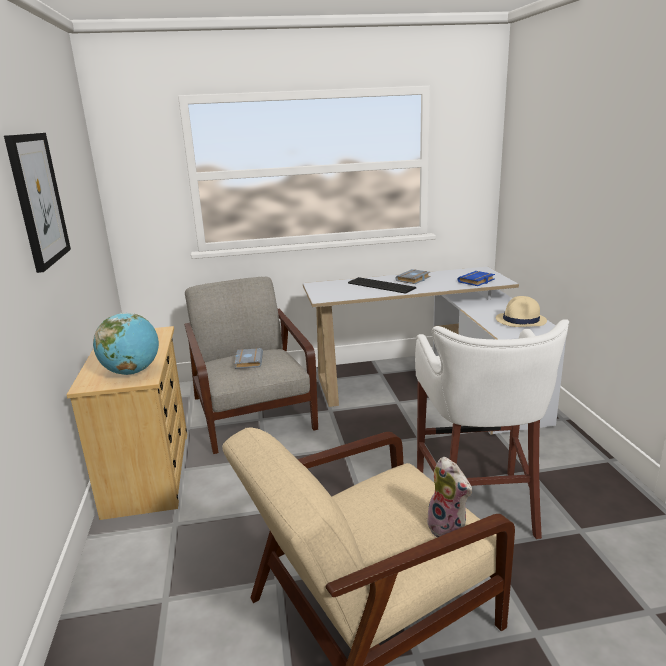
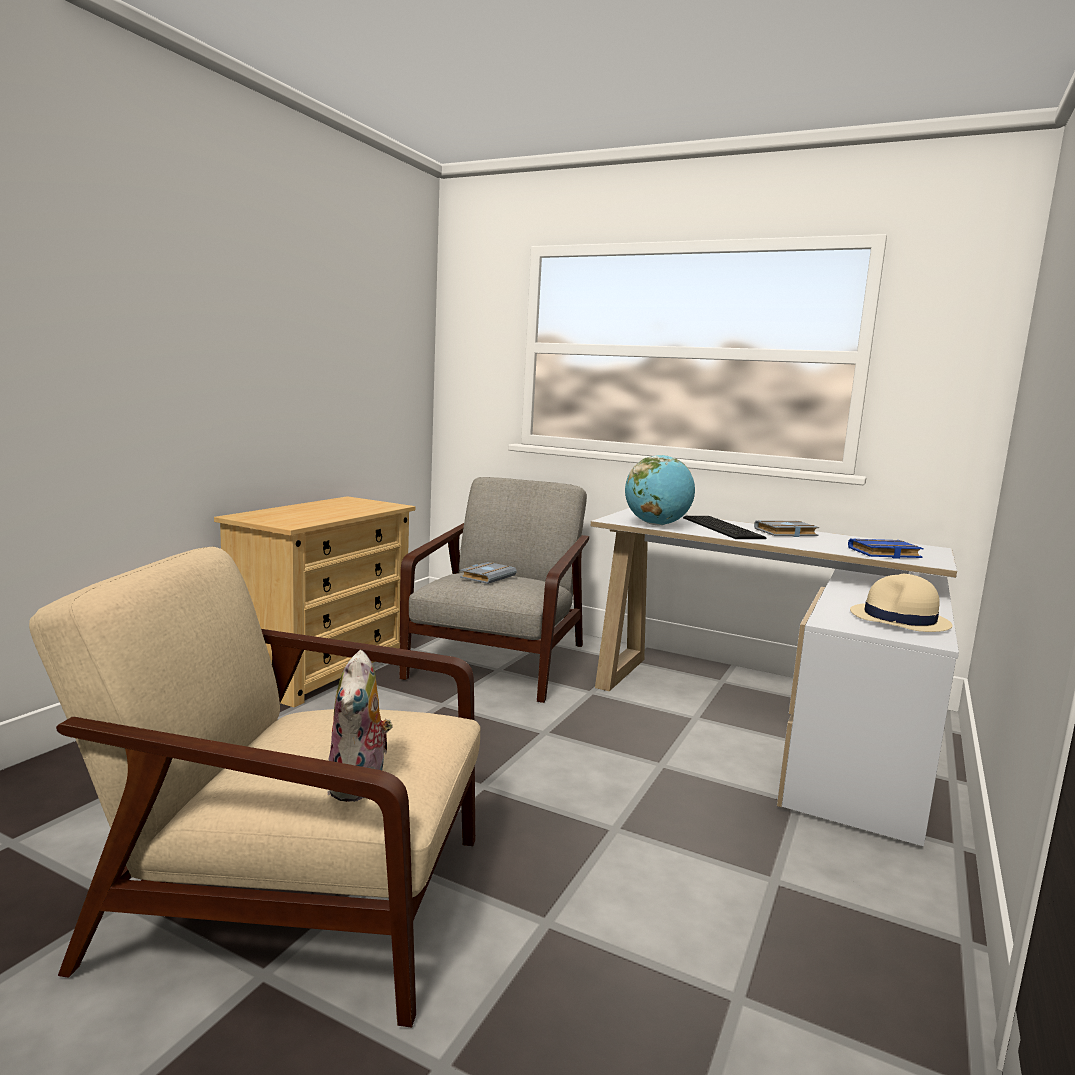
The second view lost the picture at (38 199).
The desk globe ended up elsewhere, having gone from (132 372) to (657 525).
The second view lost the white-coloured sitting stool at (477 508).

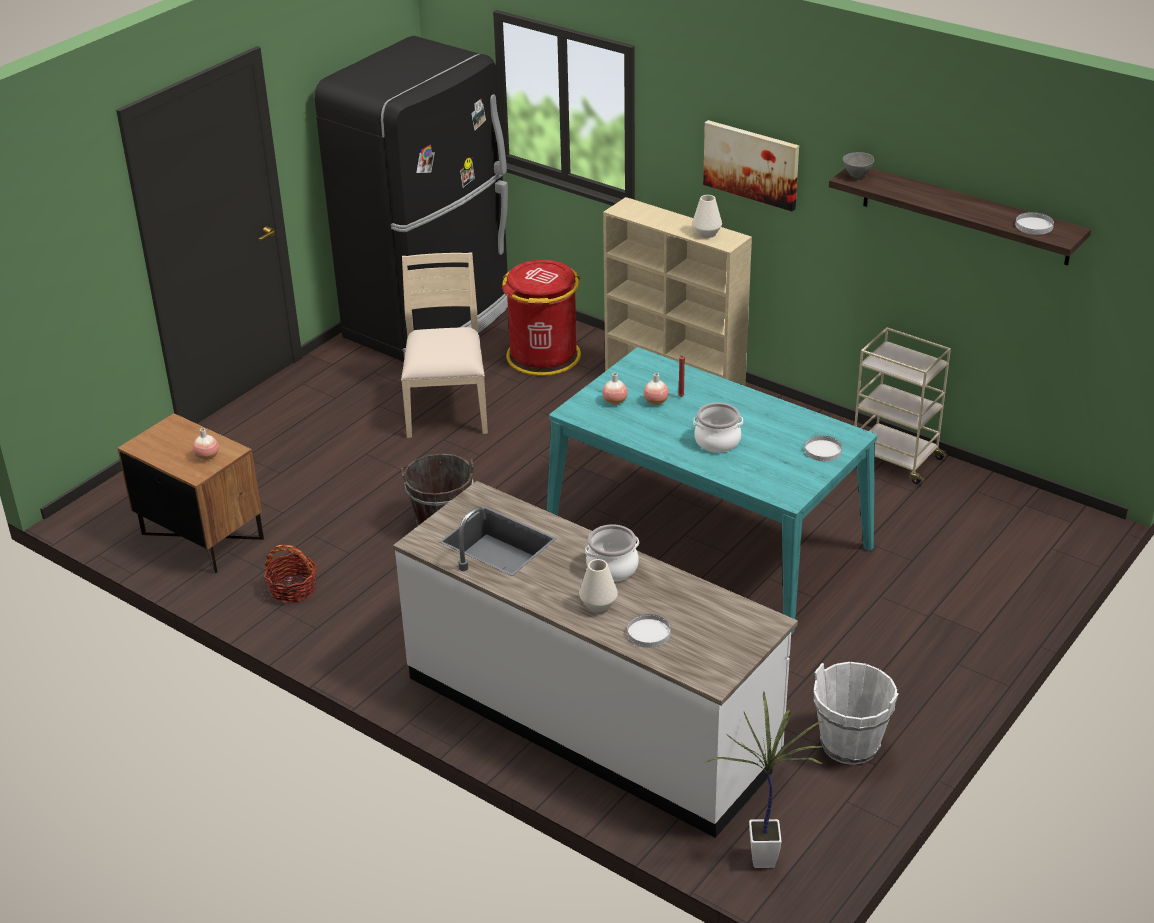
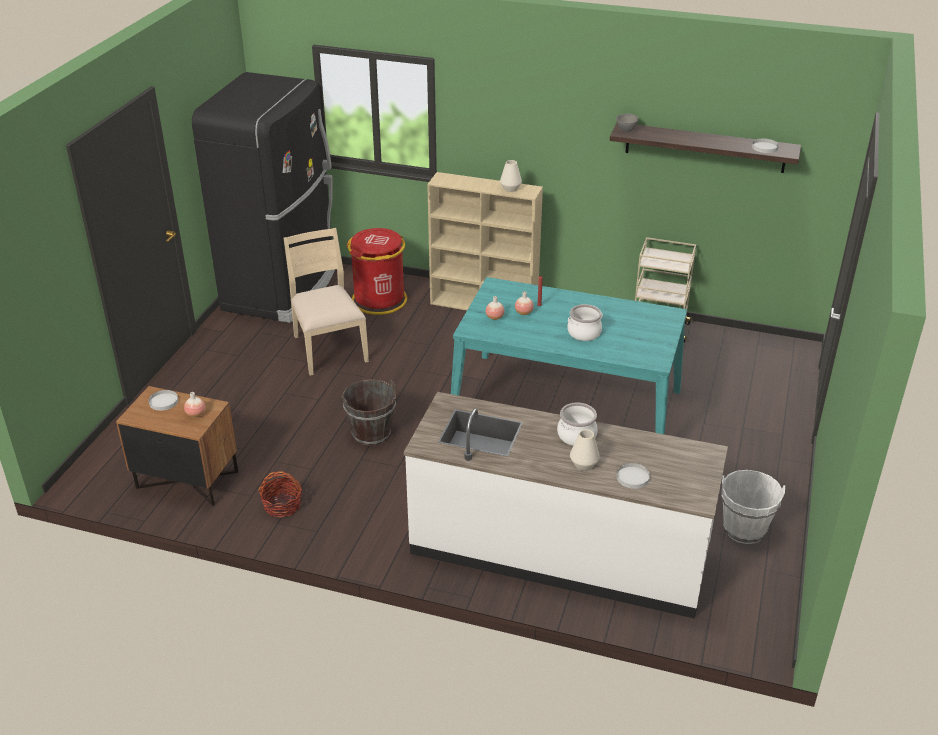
The second view lost the picture at (751 164).
The second view lost the plant in a pot at (766 855).
The white-coloured plate ended up elsewhere, having gone from (822 450) to (163 401).

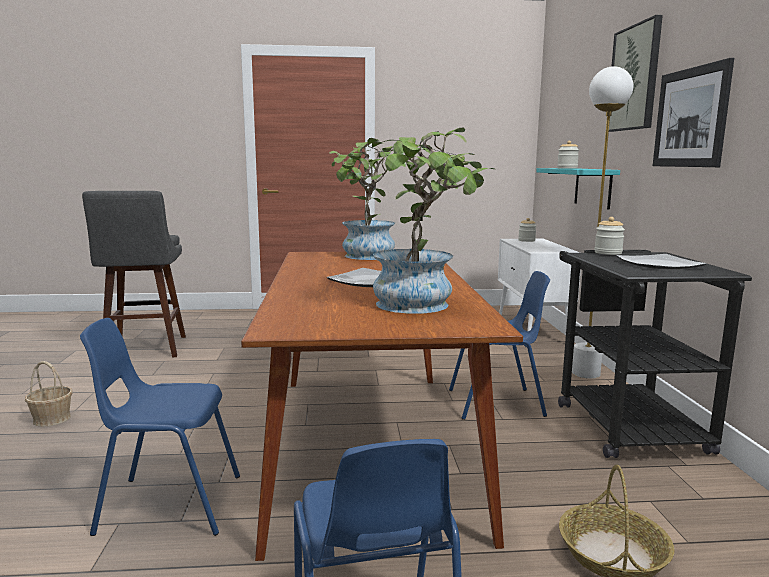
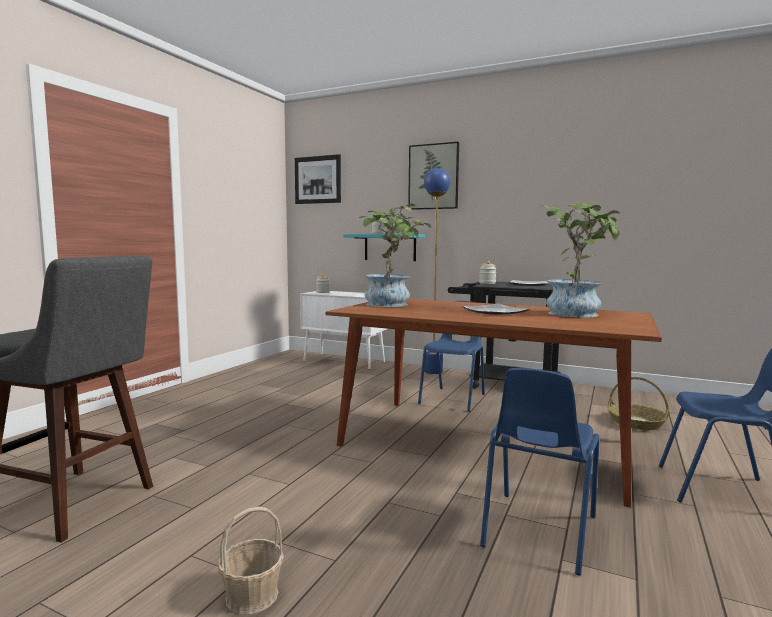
What was the white-coloured floor lamp at (586 373) turned into the blue-coloured floor lamp at (433 372).
The picture ended up elsewhere, having gone from (690 118) to (317 180).

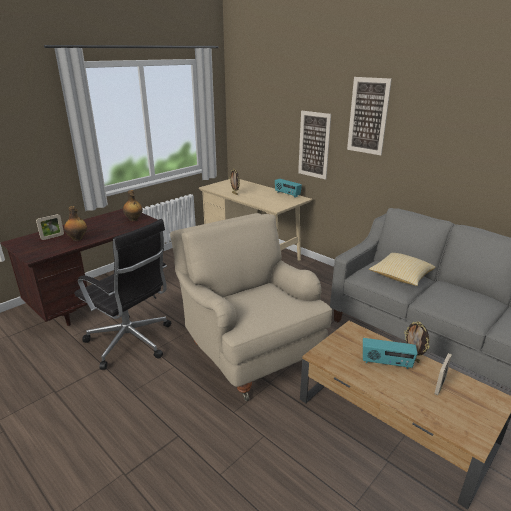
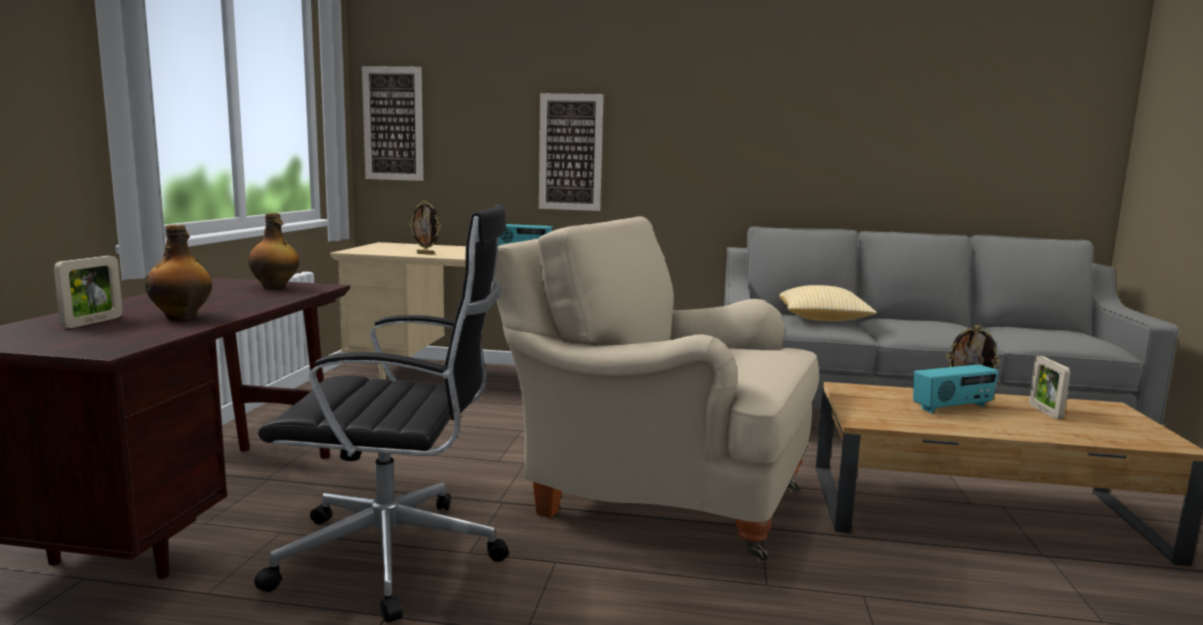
The picture ended up elsewhere, having gone from (368 116) to (393 124).

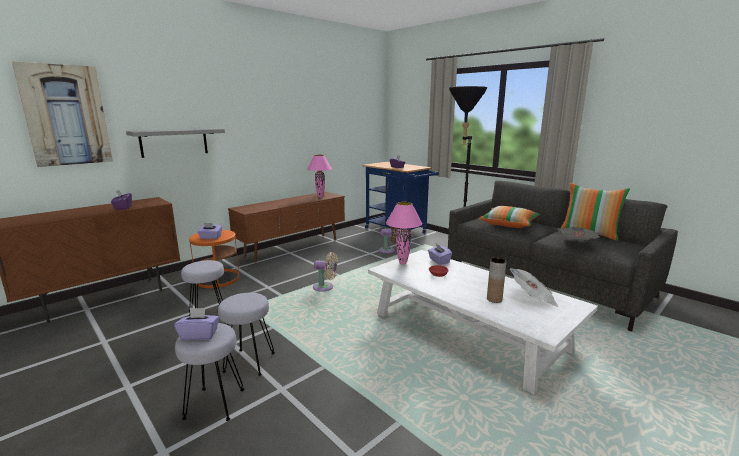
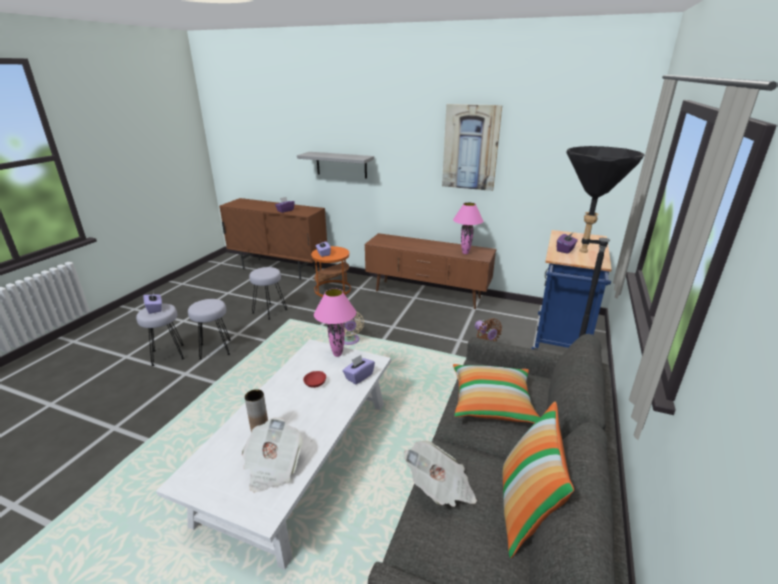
The picture ended up elsewhere, having gone from (66 115) to (470 147).

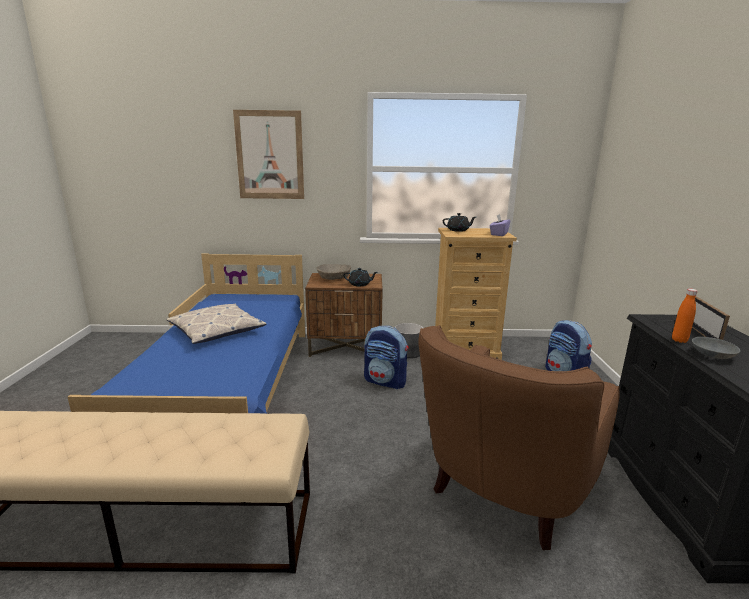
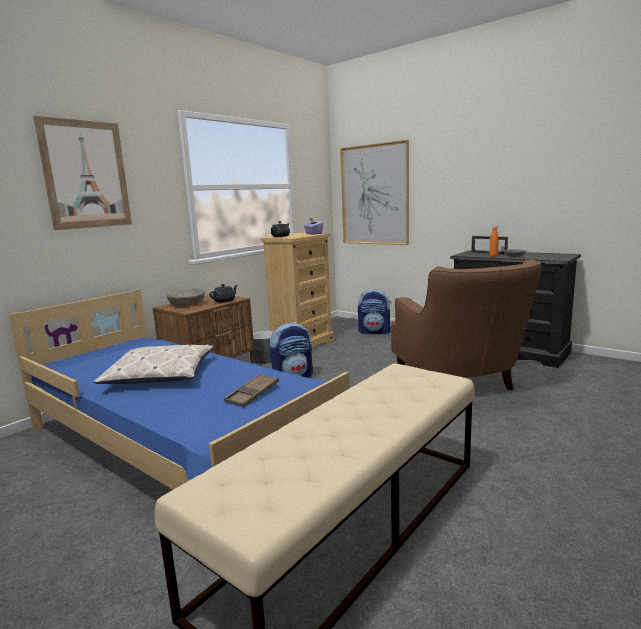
The second view gained the brown serving tray at (252 394).
The second view gained the picture at (374 195).

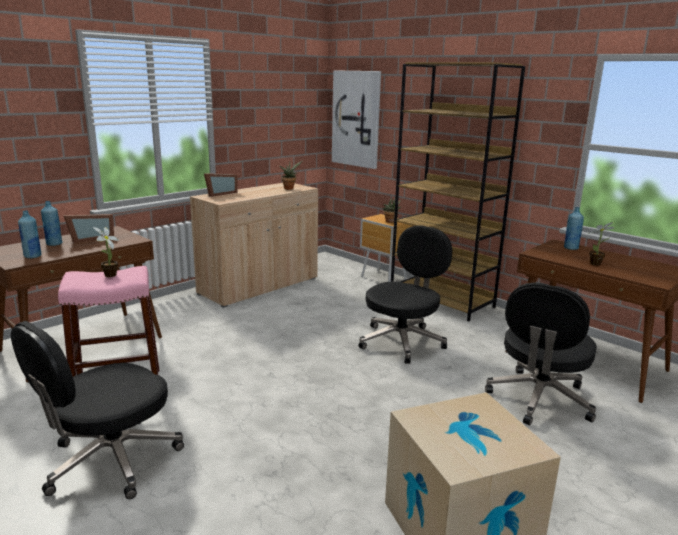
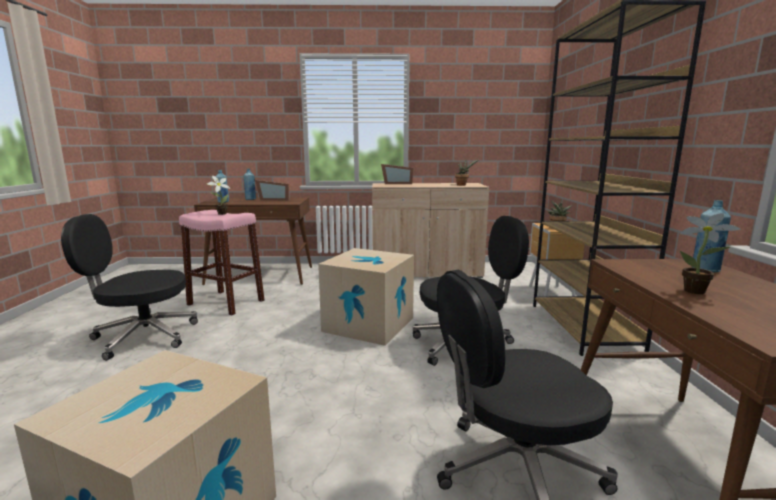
The second view lost the picture at (356 119).
The second view gained the carton at (368 324).

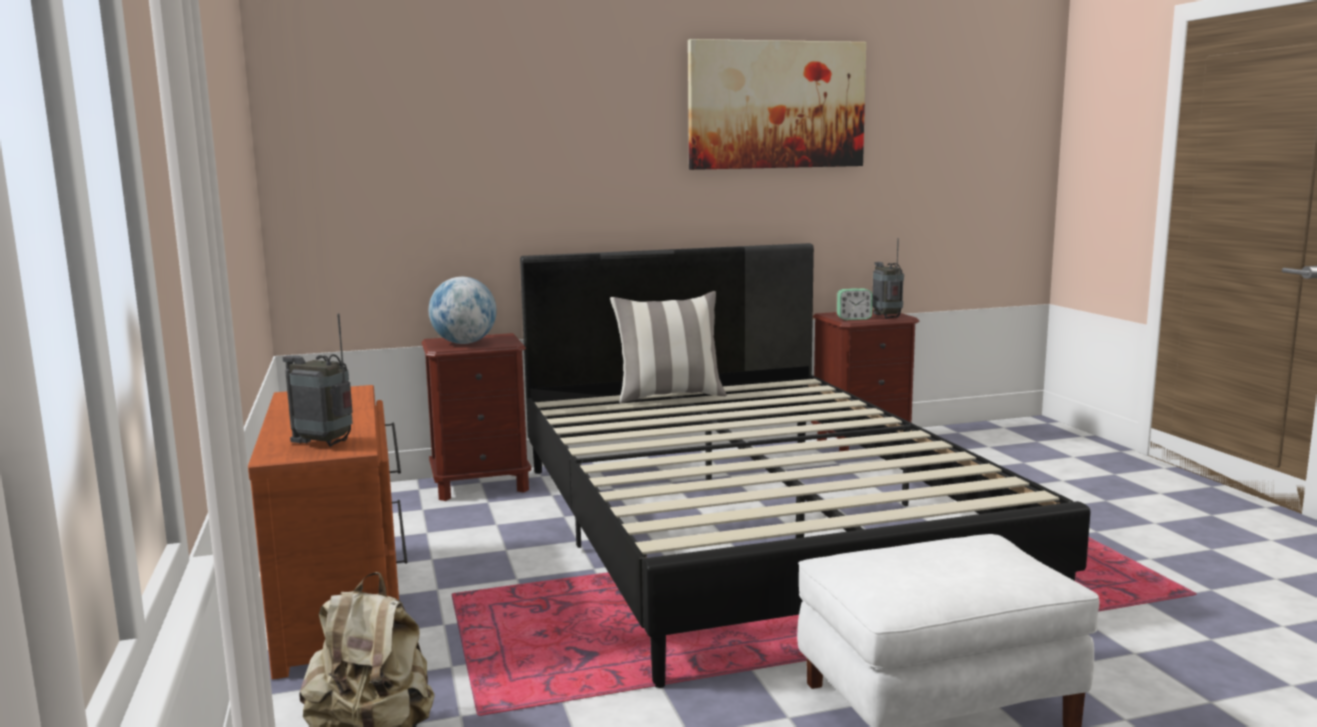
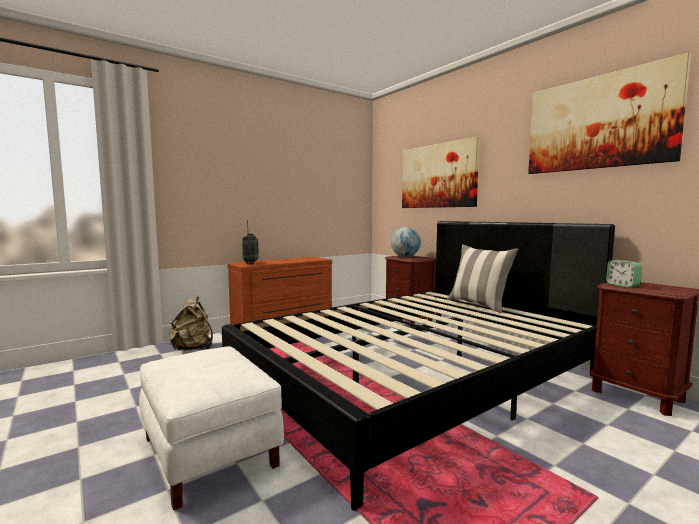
The second view lost the radio at (887 317).
The second view gained the picture at (438 176).

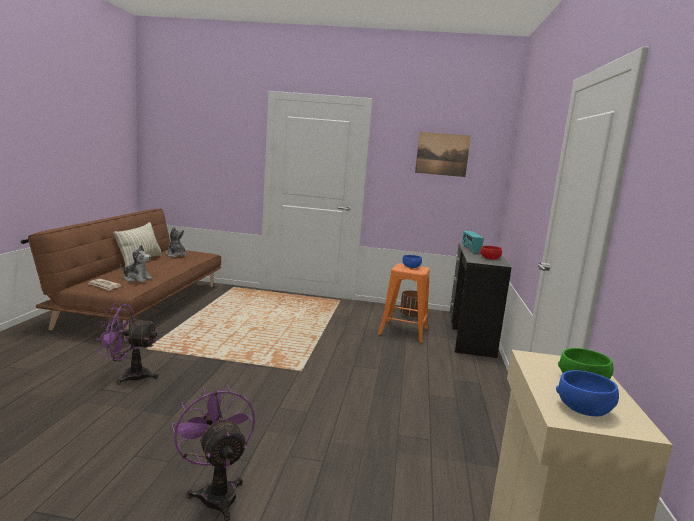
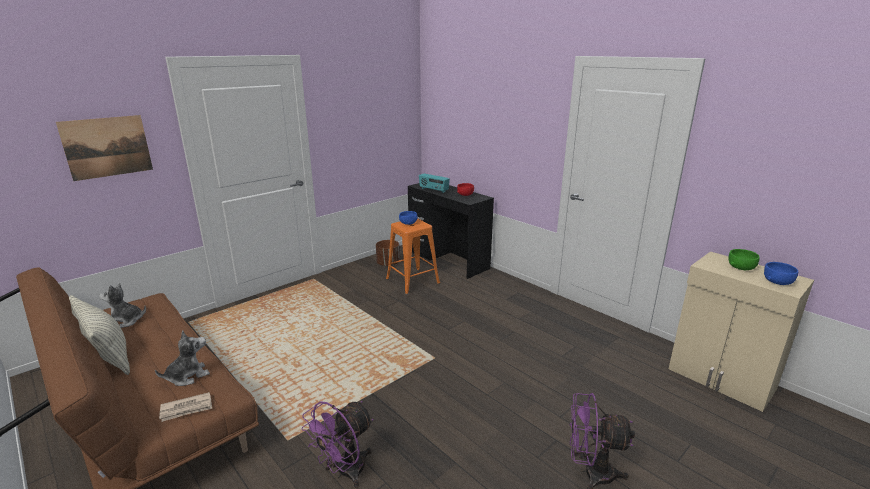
The picture ended up elsewhere, having gone from (442 154) to (107 147).

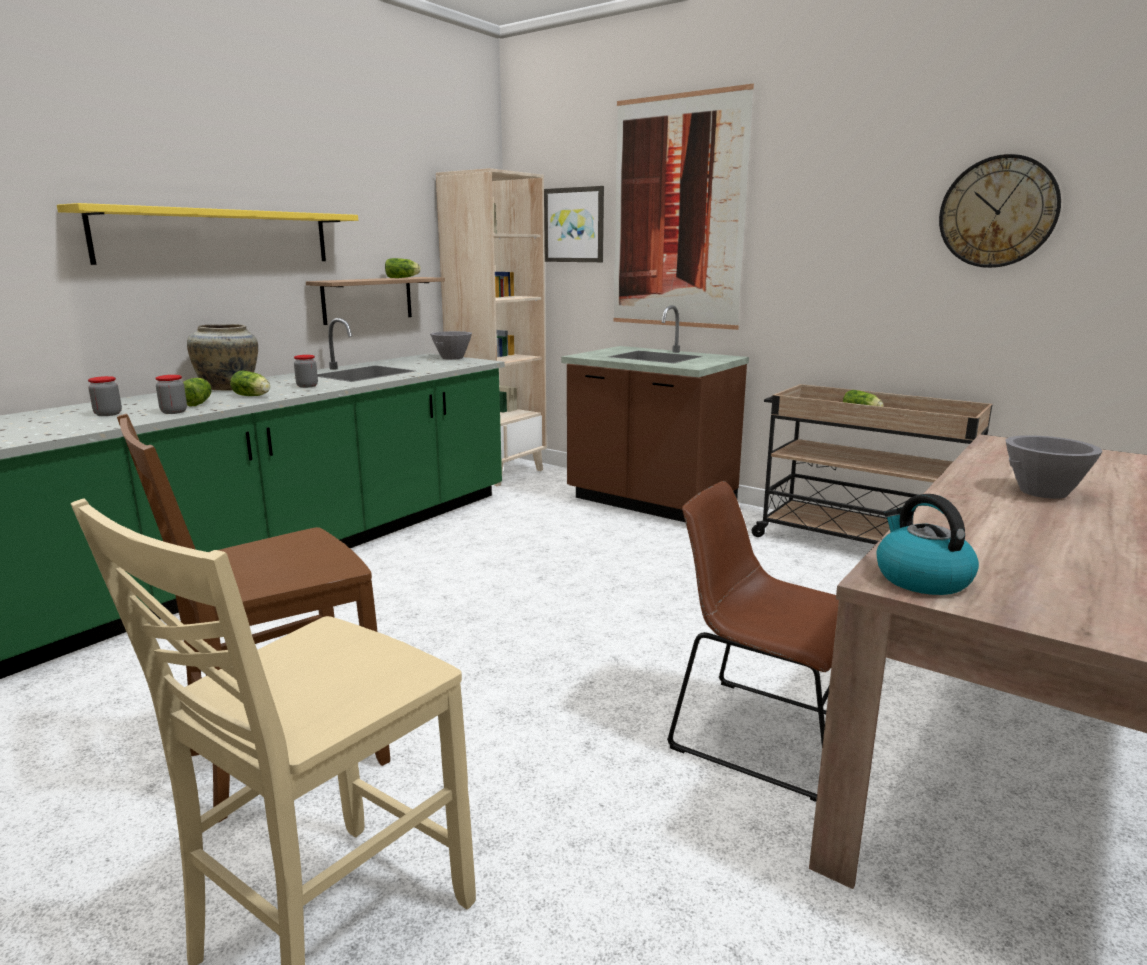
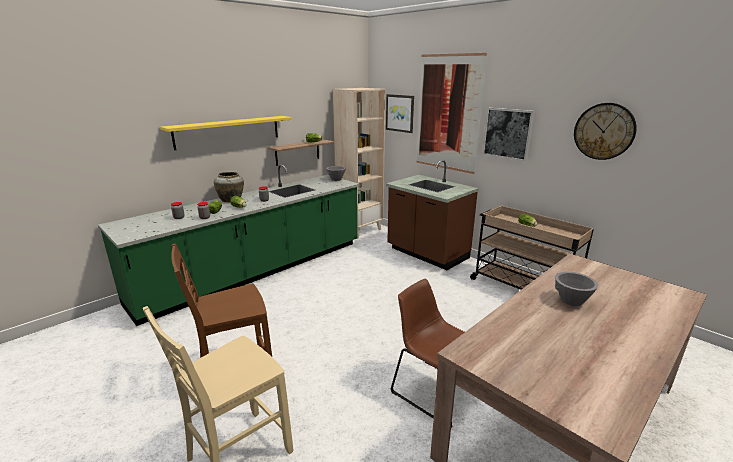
The second view lost the kettle at (921 578).
The second view gained the picture at (507 133).

